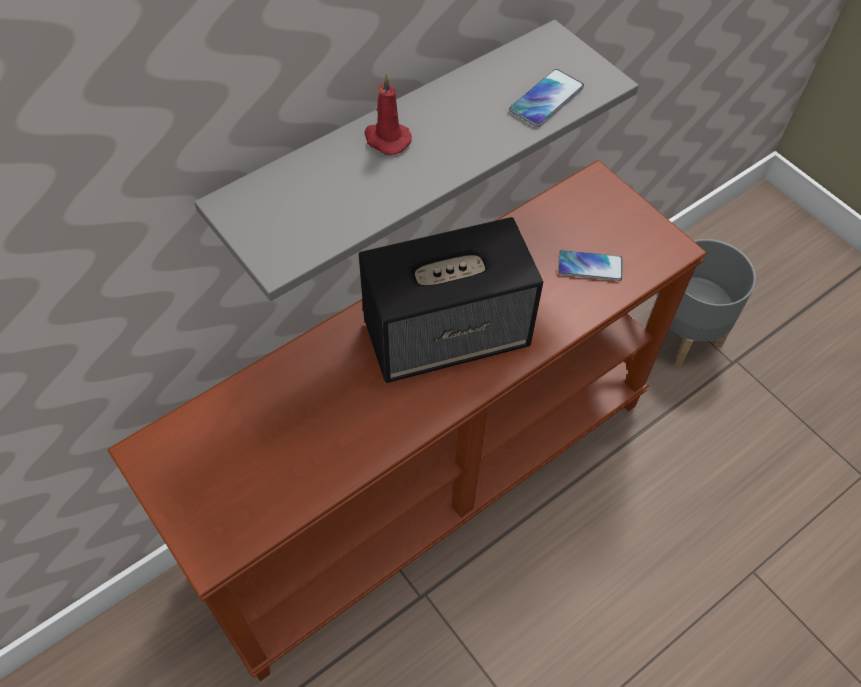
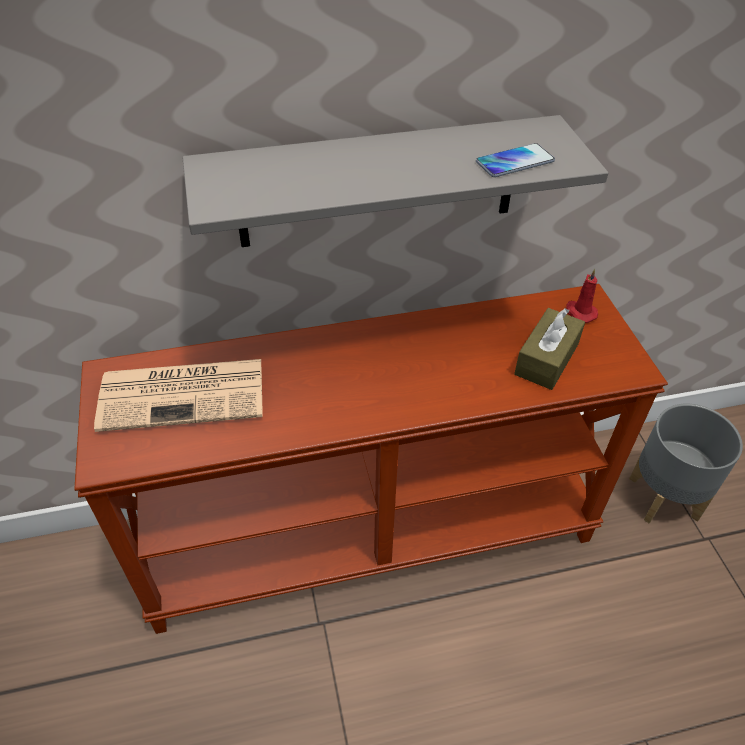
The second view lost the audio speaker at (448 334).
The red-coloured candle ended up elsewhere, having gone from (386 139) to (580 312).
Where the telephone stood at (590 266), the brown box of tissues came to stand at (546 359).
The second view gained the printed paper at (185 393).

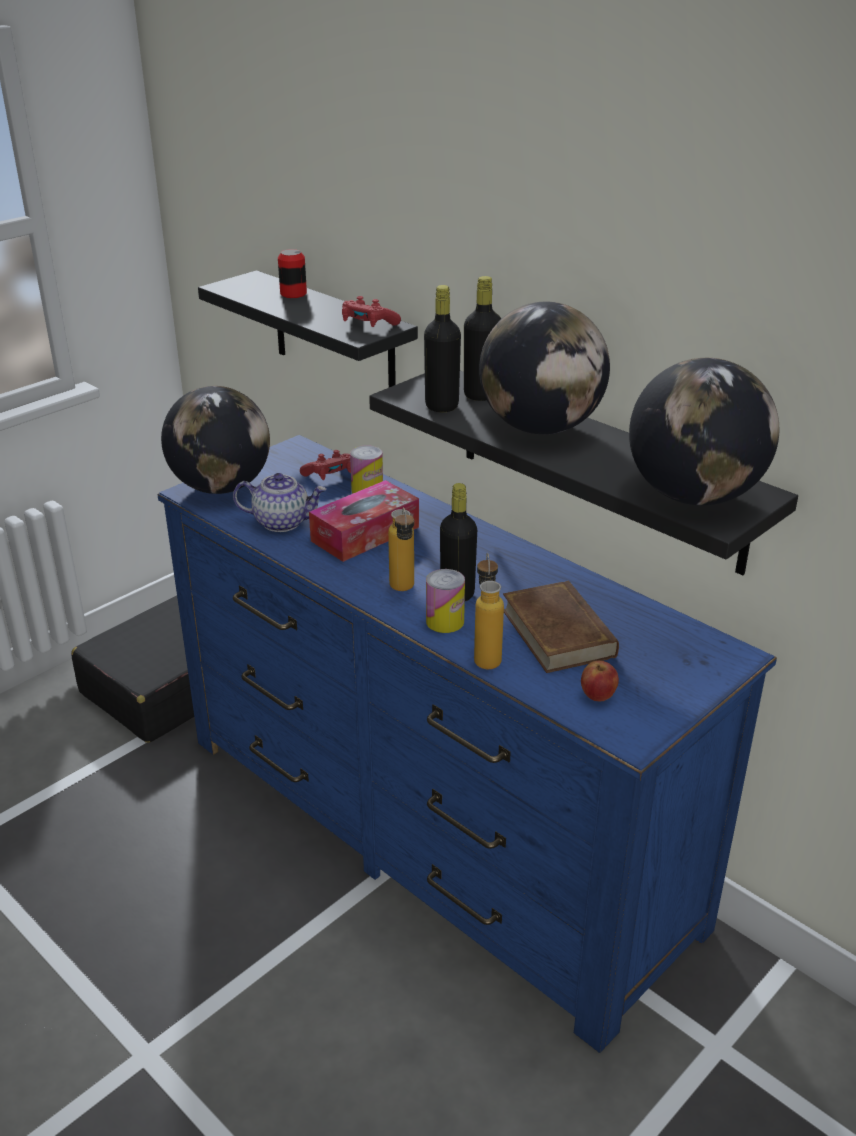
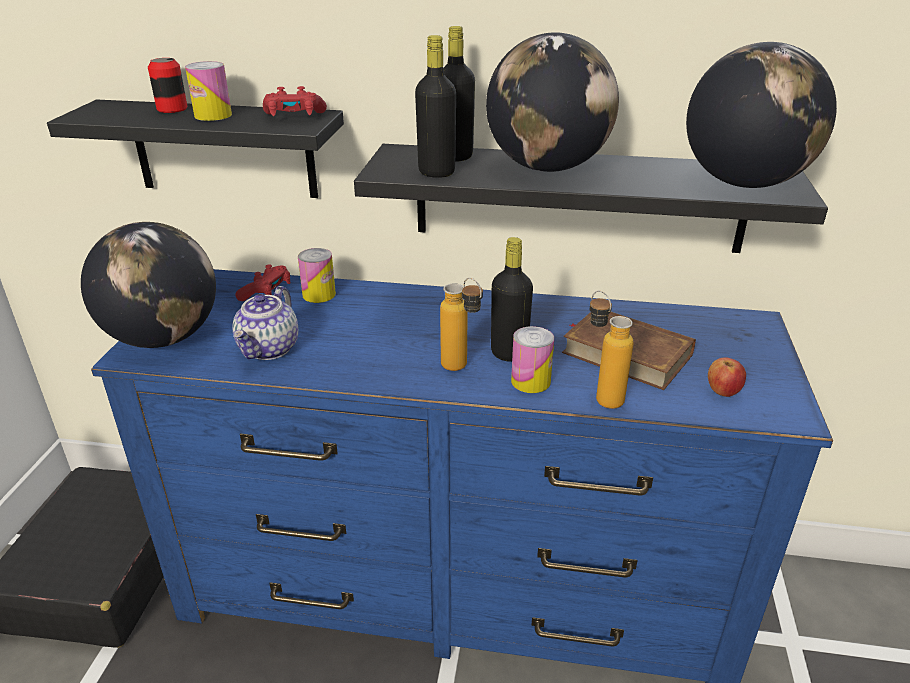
The pot for tea at (282 522) ended up facing another way, 135 degrees clockwise from before.
The second view lost the box of tissues at (365 534).
The second view gained the metal can at (213 115).

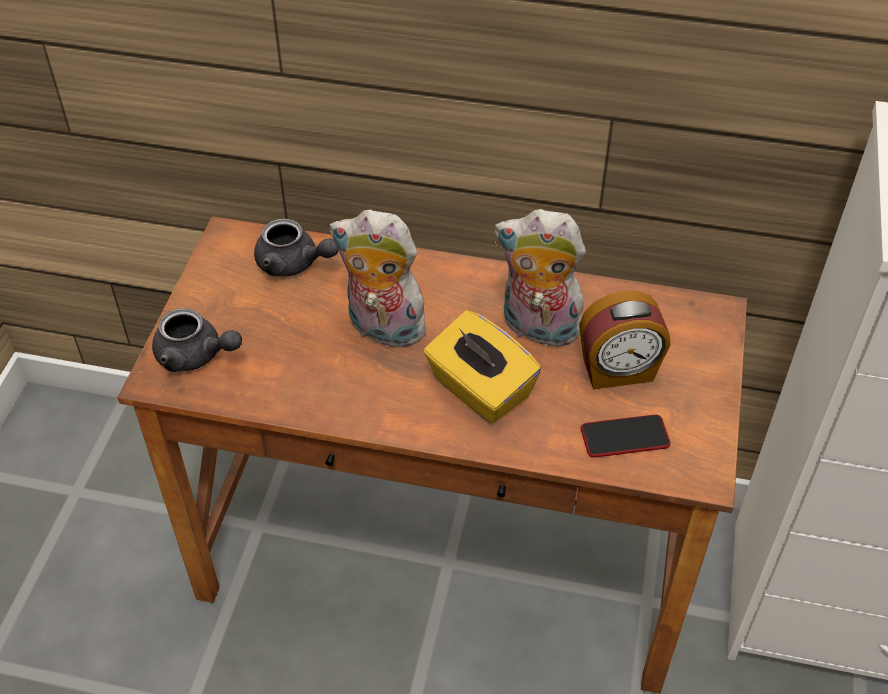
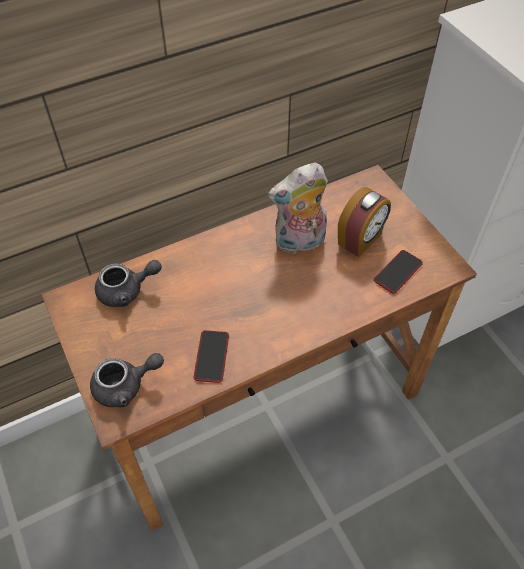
The second view lost the soft toy at (382 329).
The second view lost the yellow-coloured box of tissues at (479 389).
The second view gained the telephone at (211 356).

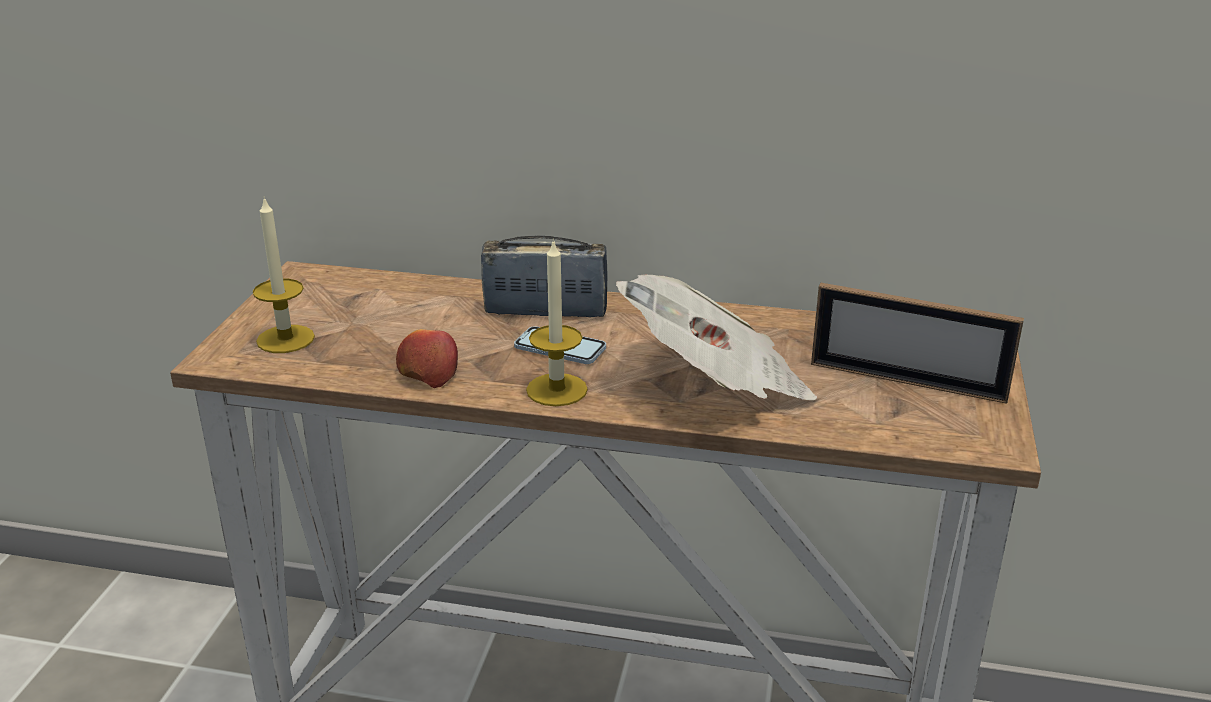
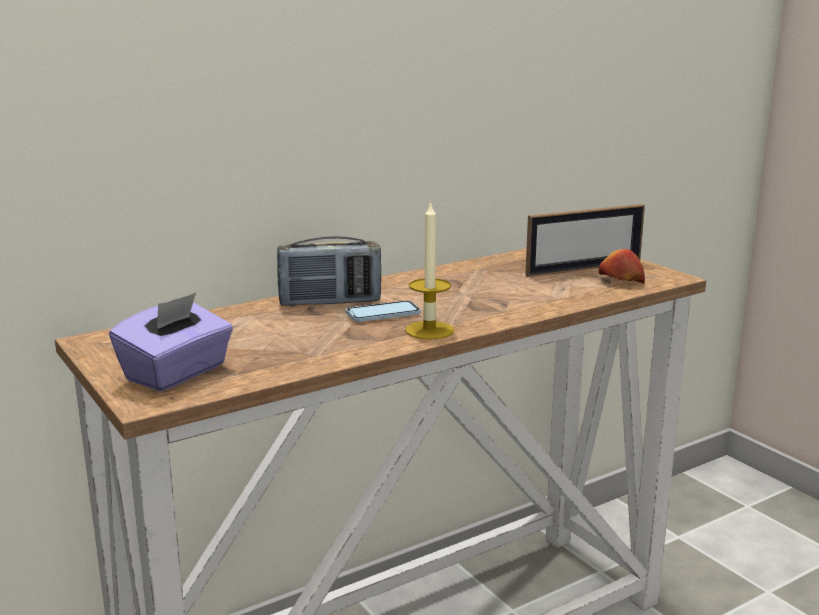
Where the candle stood at (285 339), the purple box of tissues came to stand at (177 373).
The whole apple ended up elsewhere, having gone from (428 372) to (620 280).
The radio at (546 311) ended up facing another way, 150 degrees counterclockwise from before.
The second view lost the printed paper at (716 384).

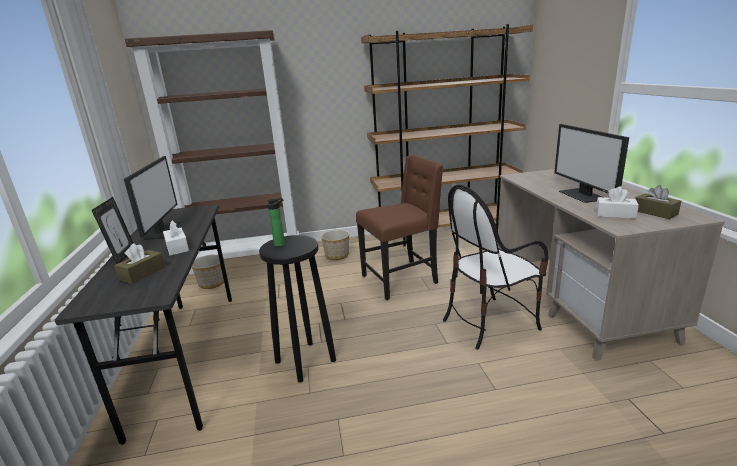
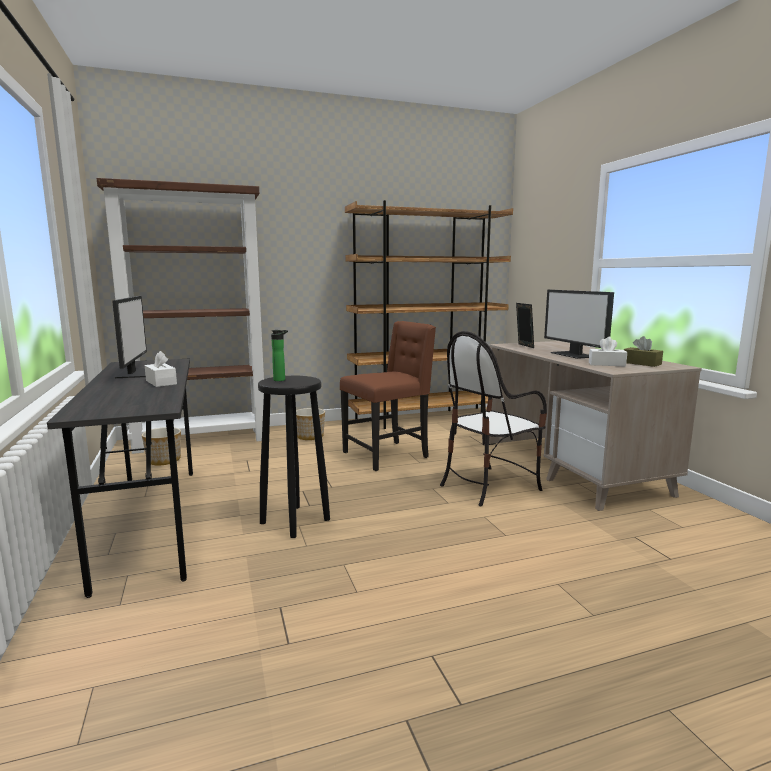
The standing frame ended up elsewhere, having gone from (123 256) to (523 346).
The second view lost the brown box of tissues at (142 273).

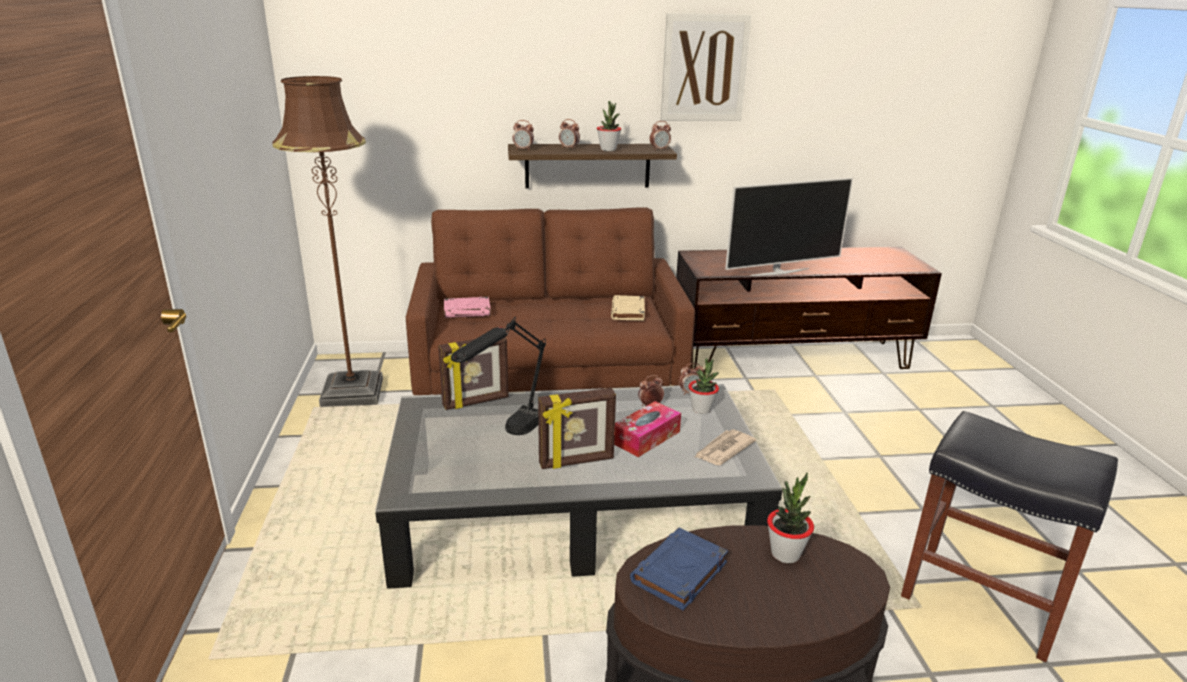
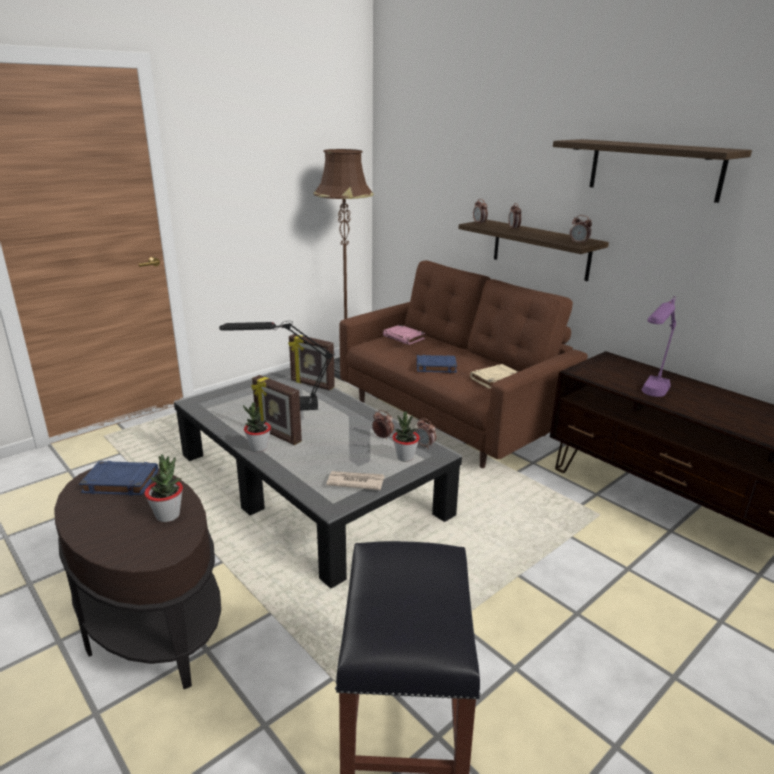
The plant in a pot ended up elsewhere, having gone from (608 149) to (259 447).
The second view lost the box of tissues at (646 437).
Where the picture hung at (704 68), the wall shelf came to hang at (654 169).
Where the TV stood at (779 272), the purple tabletop lamp came to stand at (649 398).
The second view gained the blue-coloured book at (435 367).

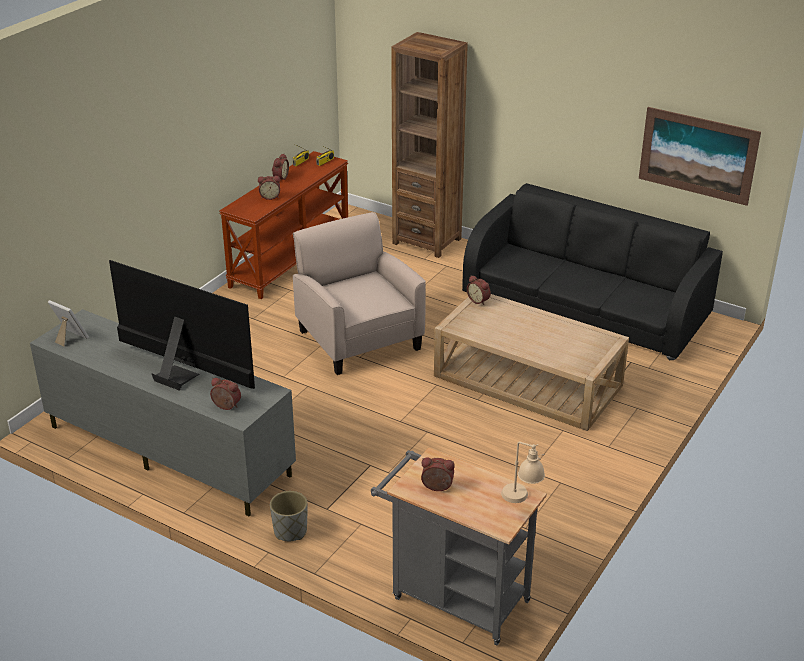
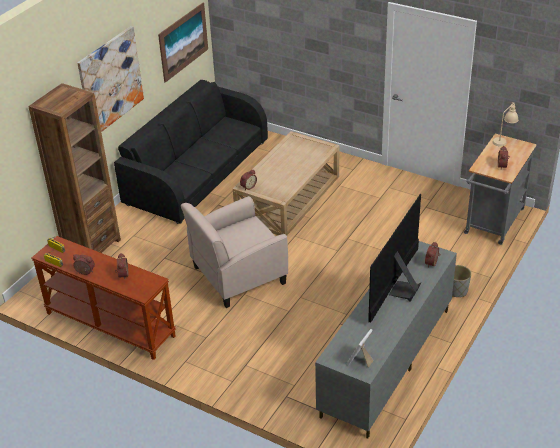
The second view gained the picture at (110 81).

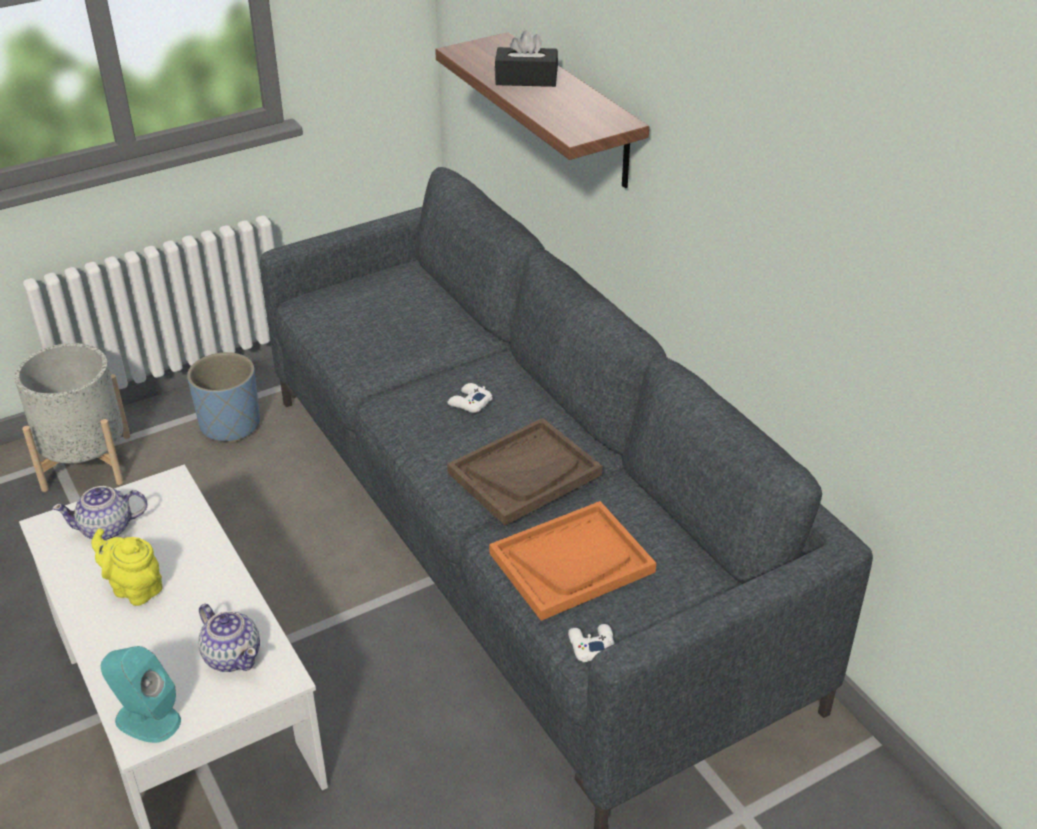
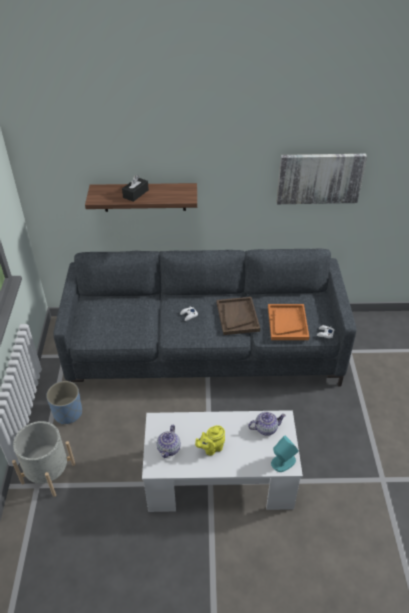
The second view gained the picture at (319 178).

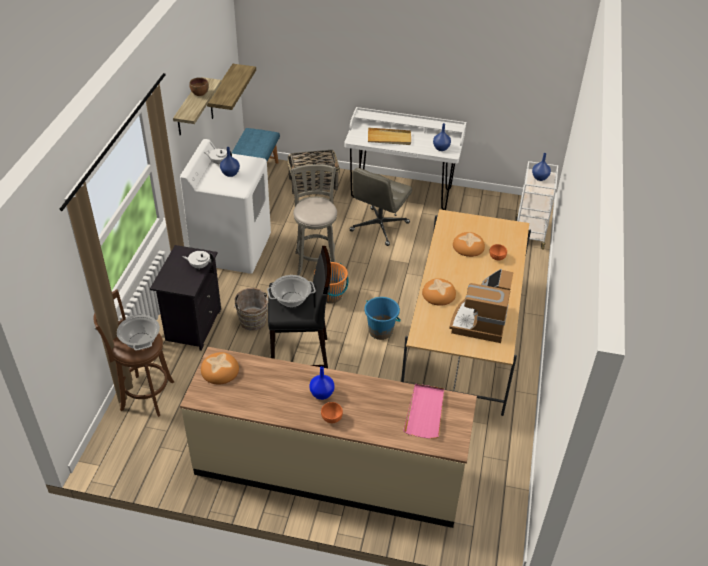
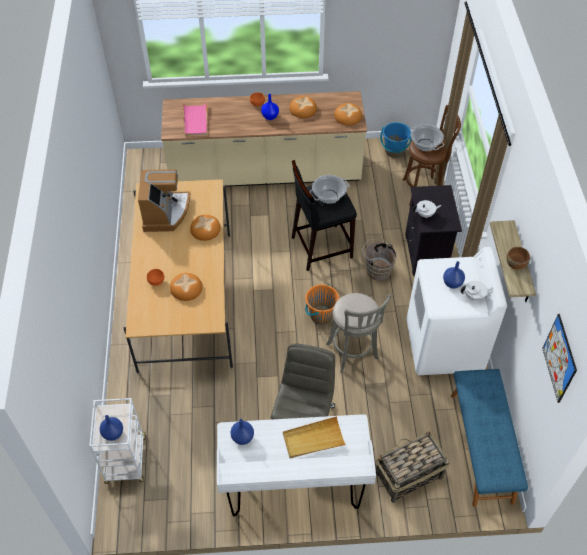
The second view lost the wall shelf at (221 92).
The blue-coloured pail ended up elsewhere, having gone from (380 331) to (394 151).
The second view gained the baked bread at (302 109).
The second view gained the picture at (559 358).

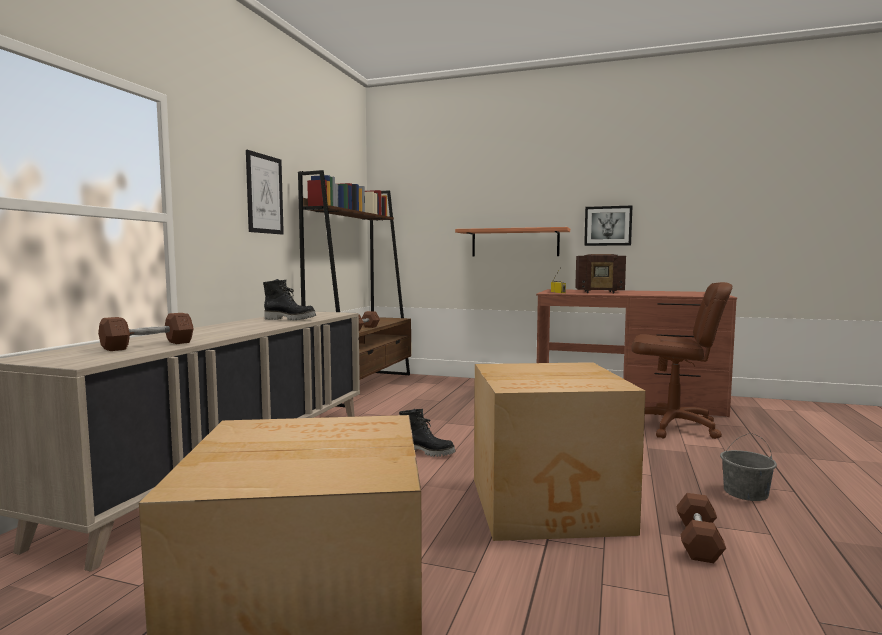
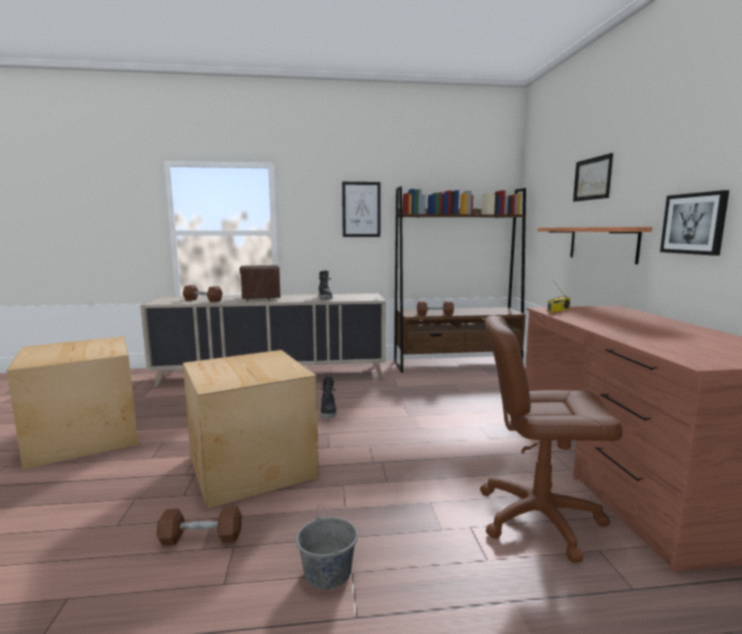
The radio ended up elsewhere, having gone from (600 292) to (261 298).
The brown computer chair at (673 427) ended up facing another way, 105 degrees clockwise from before.
The second view gained the picture at (592 179).

